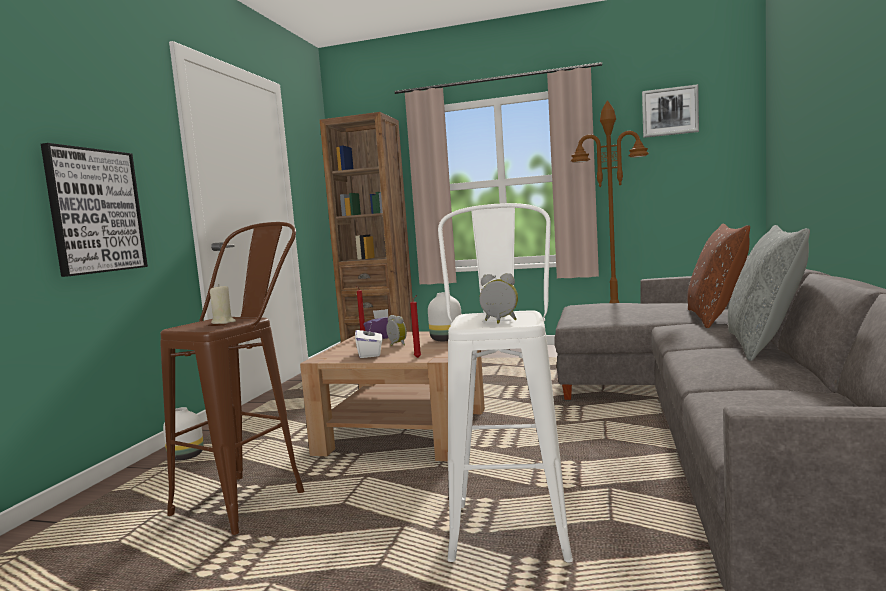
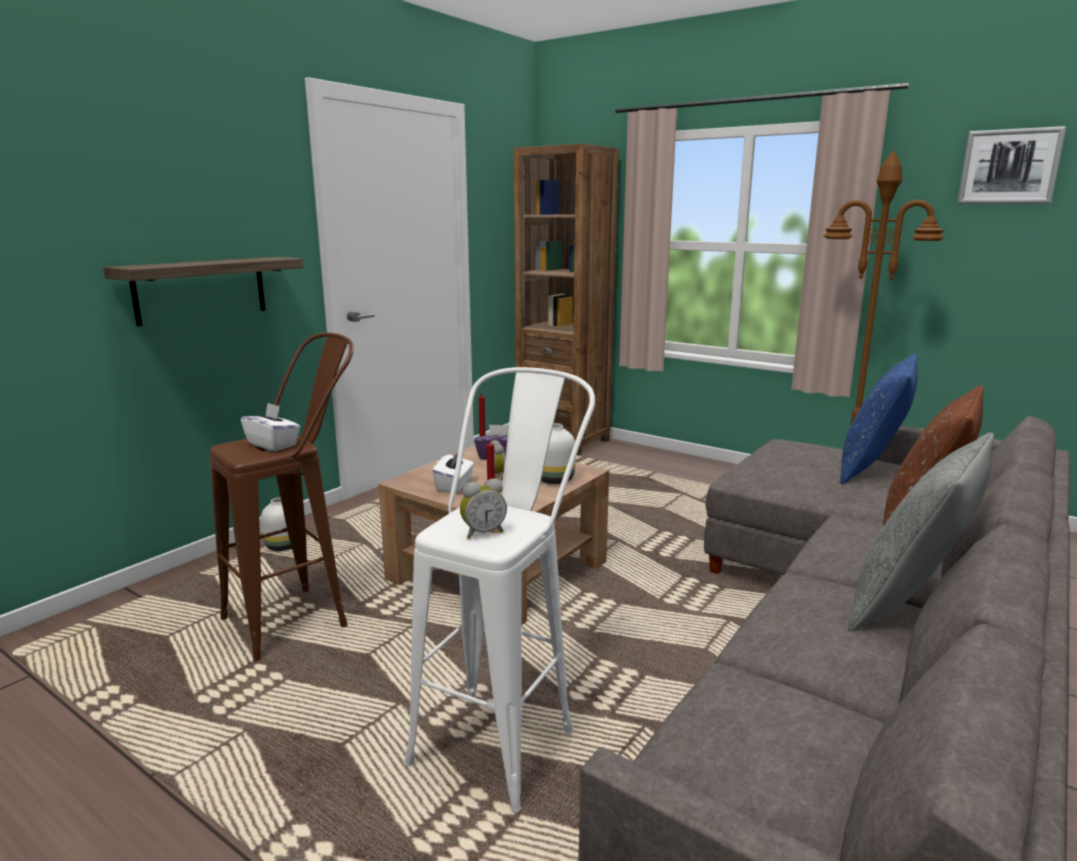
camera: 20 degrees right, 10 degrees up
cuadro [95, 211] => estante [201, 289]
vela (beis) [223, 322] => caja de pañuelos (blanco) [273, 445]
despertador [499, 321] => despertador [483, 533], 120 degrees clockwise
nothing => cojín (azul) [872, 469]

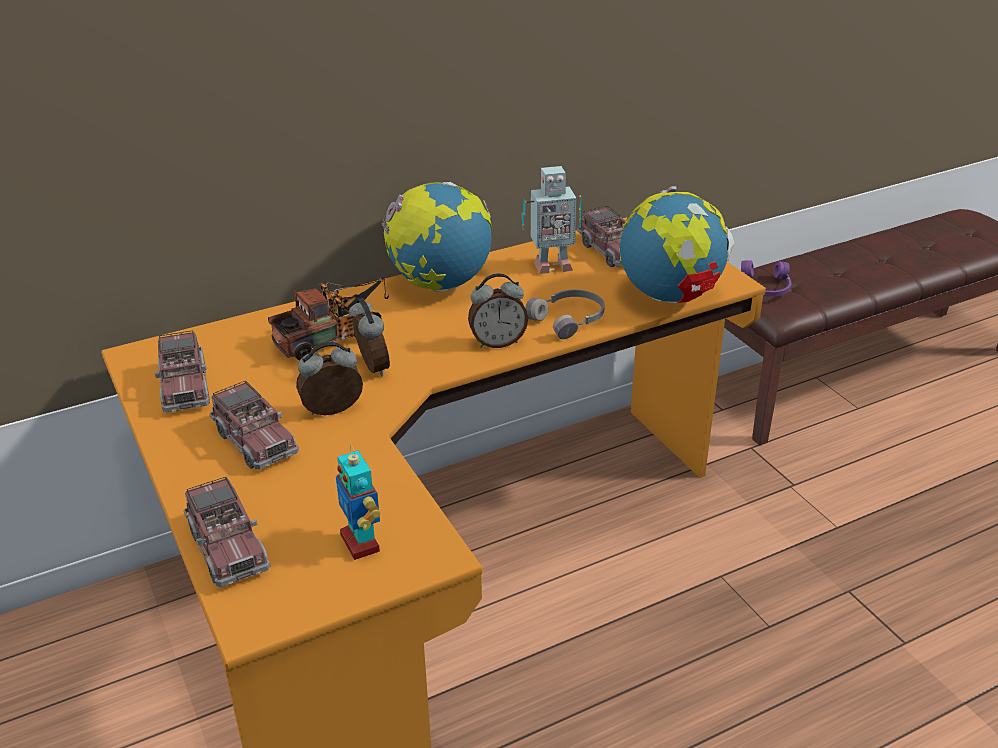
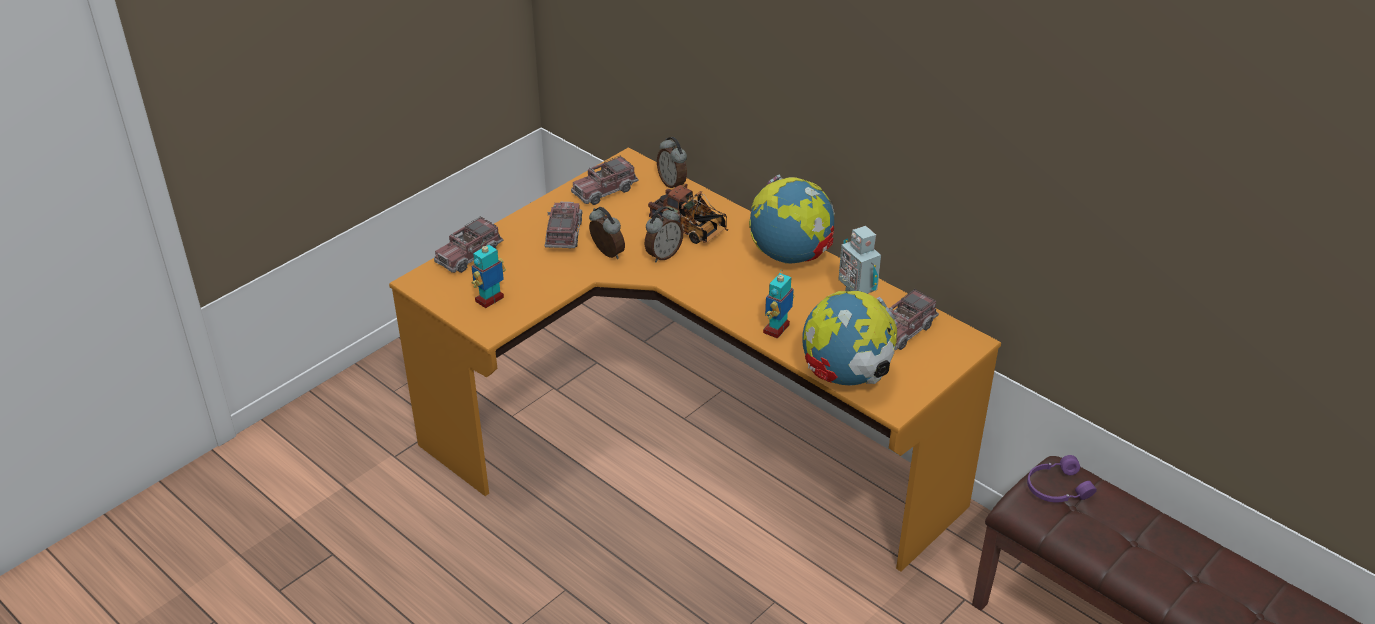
camera: 70 degrees right, 5 degrees up
camión de juguete [255, 441] => camión de juguete [564, 234], 150 degrees clockwise
despertador [497, 342] => despertador [673, 183], relocated
auriculares (gris) [569, 320] => robot de juguete [777, 329]

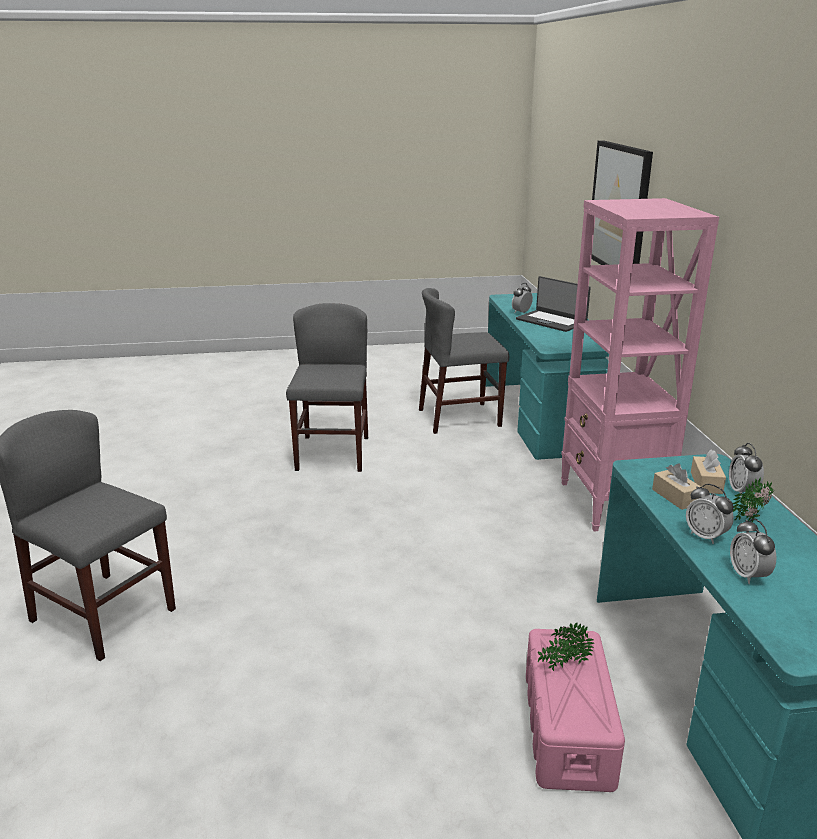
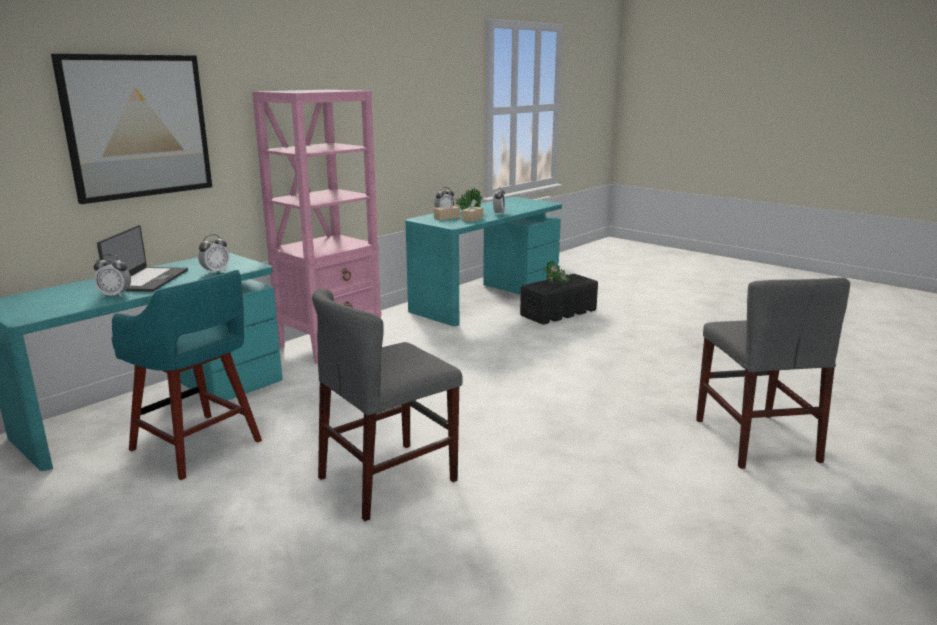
camera: 130 degrees left, 5 degrees down
silla (gris) [459, 418] => taburete (turquesa) [198, 446]
despertador [748, 575] => despertador [215, 272], relocated
caja de almacenaje (rosa) [567, 729] => caja de almacenaje (negro) [559, 312]

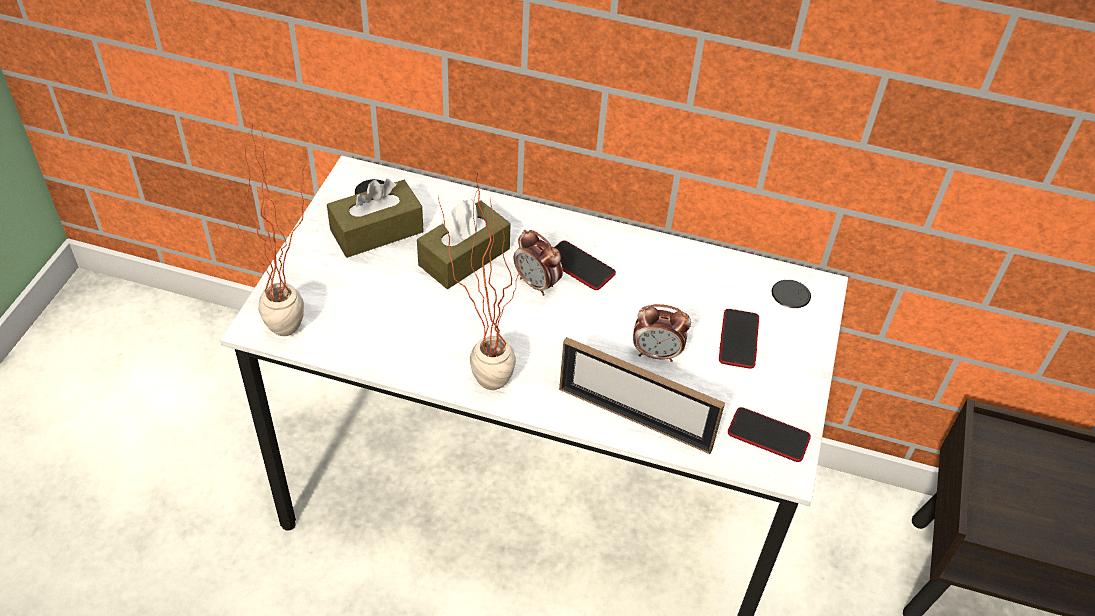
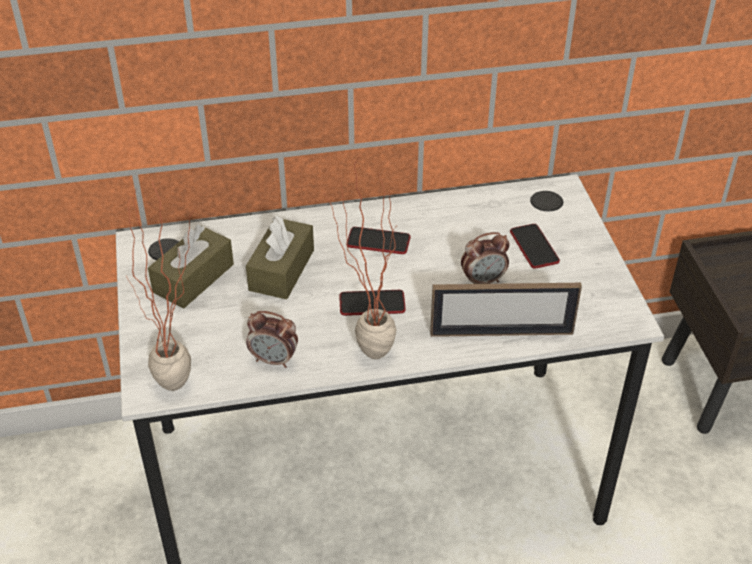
camera: 25 degrees left, 5 degrees down
despertador [537, 284] => despertador [274, 360], relocated
móvil [768, 435] => móvil [372, 304], relocated

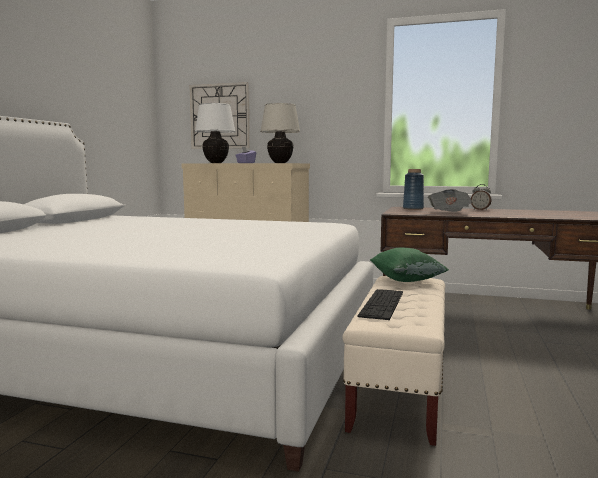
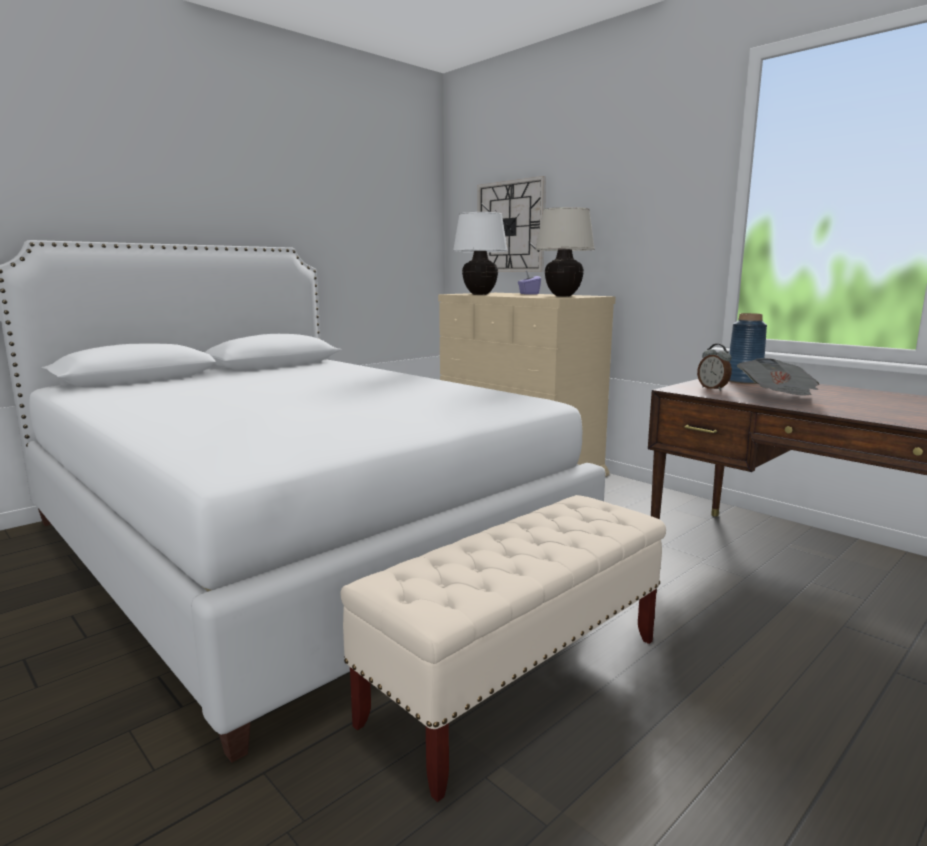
camera: 30 degrees right, 5 degrees up
despertador [480, 209] => despertador [713, 388], relocated
teclado [382, 304] => nothing
cojín (verde) [406, 280] => nothing

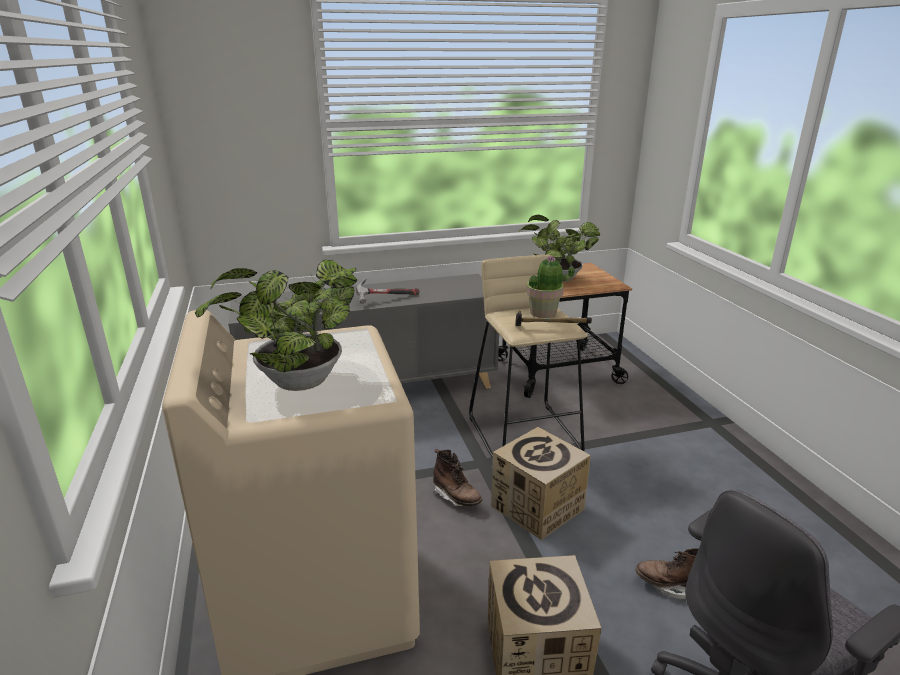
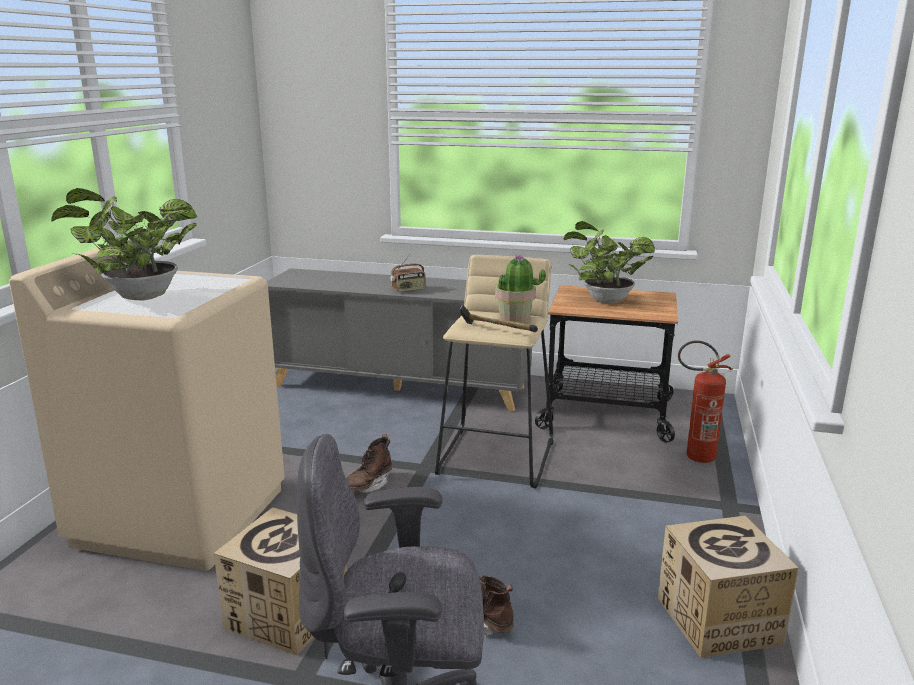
camera: 30 degrees right, 5 degrees down
bota (marrón) [456, 497] => bota (marrón) [368, 485], 45 degrees clockwise
martillo [386, 299] => radio [408, 290]
caja de cartón [537, 507] => caja de cartón [718, 620], relocated
nothing => extintor [693, 457]

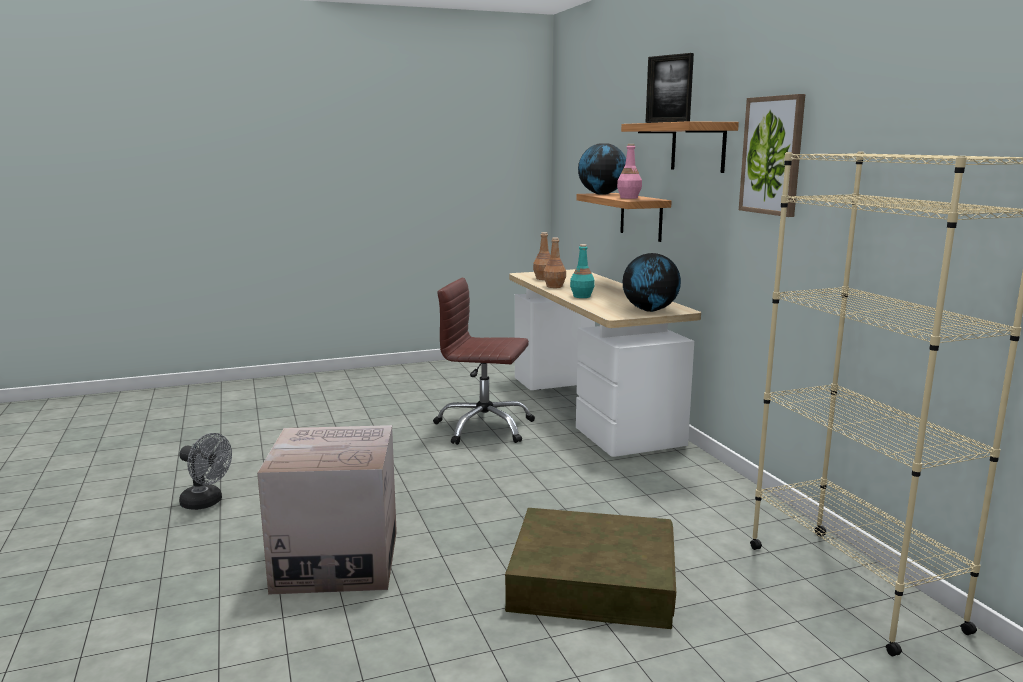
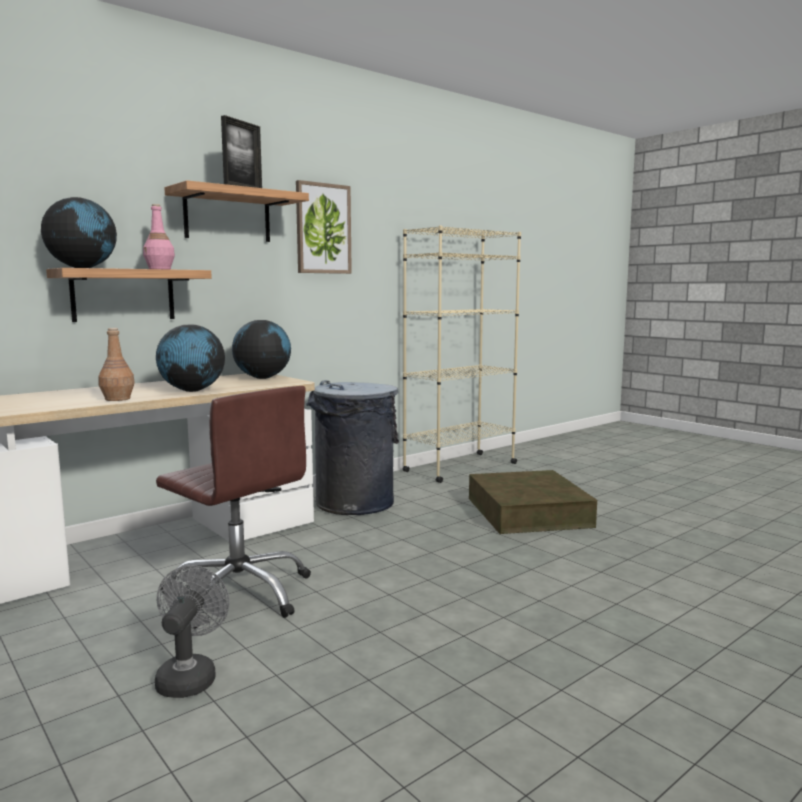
camera: 110 degrees left, 5 degrees down
ventilador (gris) [206, 503] => ventilador (gris) [189, 676], relocated
botella (turquesa) [581, 296] => globo terráqueo [192, 390]
silla de oficina (marrón) [484, 427] => silla de oficina (marrón) [240, 593], 45 degrees counterclockwise
nothing => papelera (gris) [355, 504]
caja de cartón [337, 560] => nothing
botella (marrón) [543, 278] => nothing

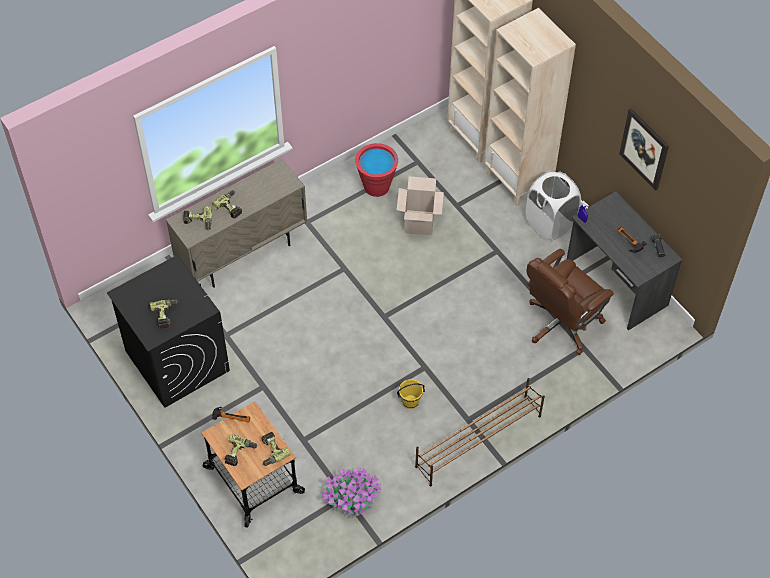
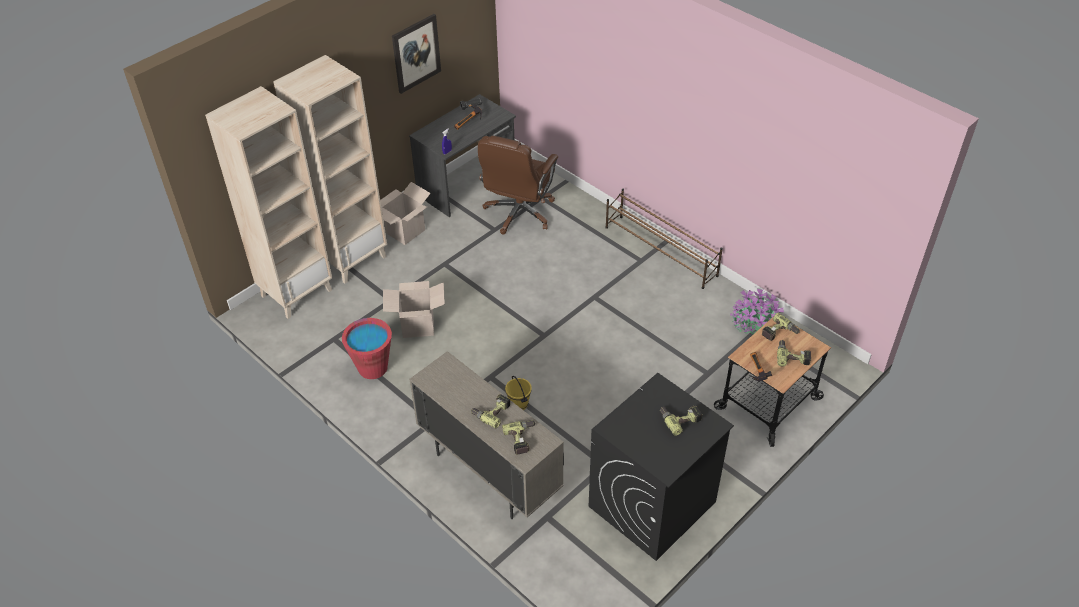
camera: 100 degrees left, 10 degrees down
cesto de la ropa (blanco) [550, 224] => caja de cartón [405, 231]
silla de oficina (marrón) [561, 323] => silla de oficina (marrón) [519, 213], 75 degrees clockwise
cubo (amarillo) [410, 402] => cubo (amarillo) [519, 404], relocated

